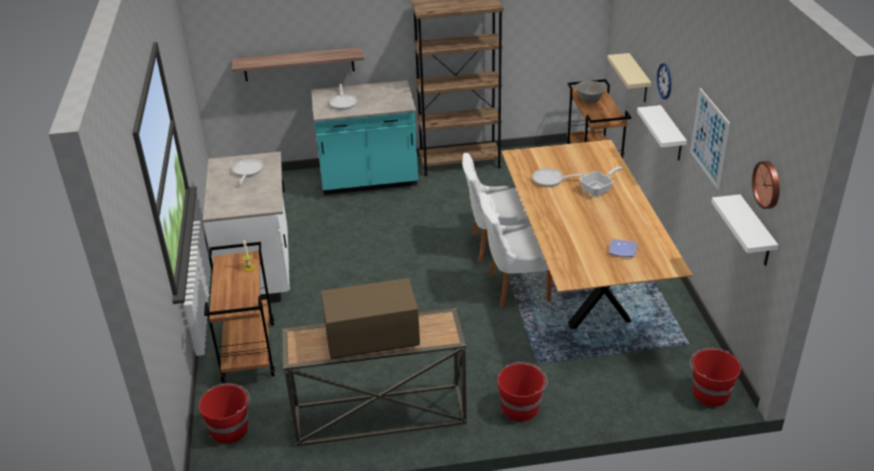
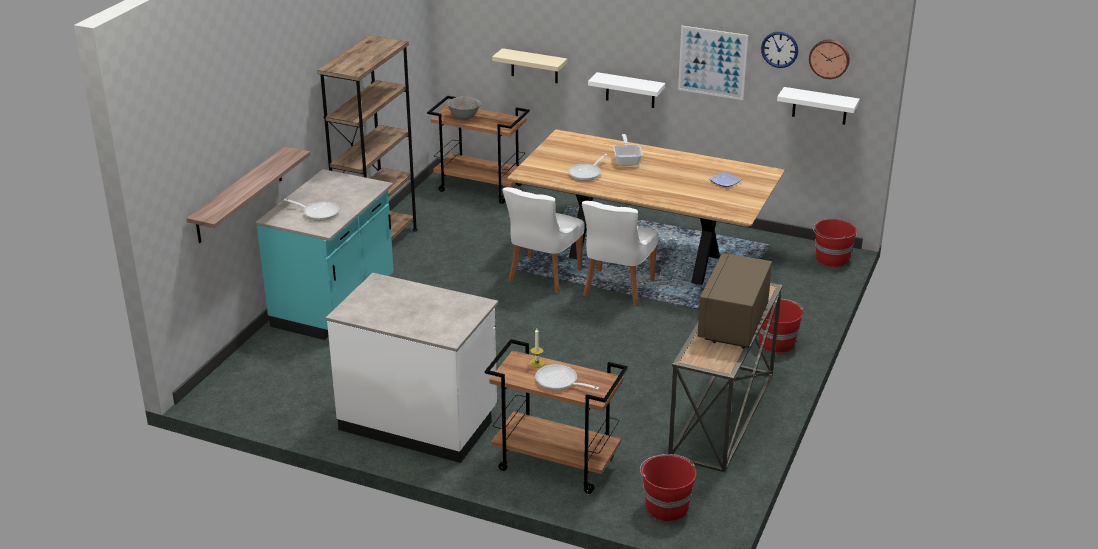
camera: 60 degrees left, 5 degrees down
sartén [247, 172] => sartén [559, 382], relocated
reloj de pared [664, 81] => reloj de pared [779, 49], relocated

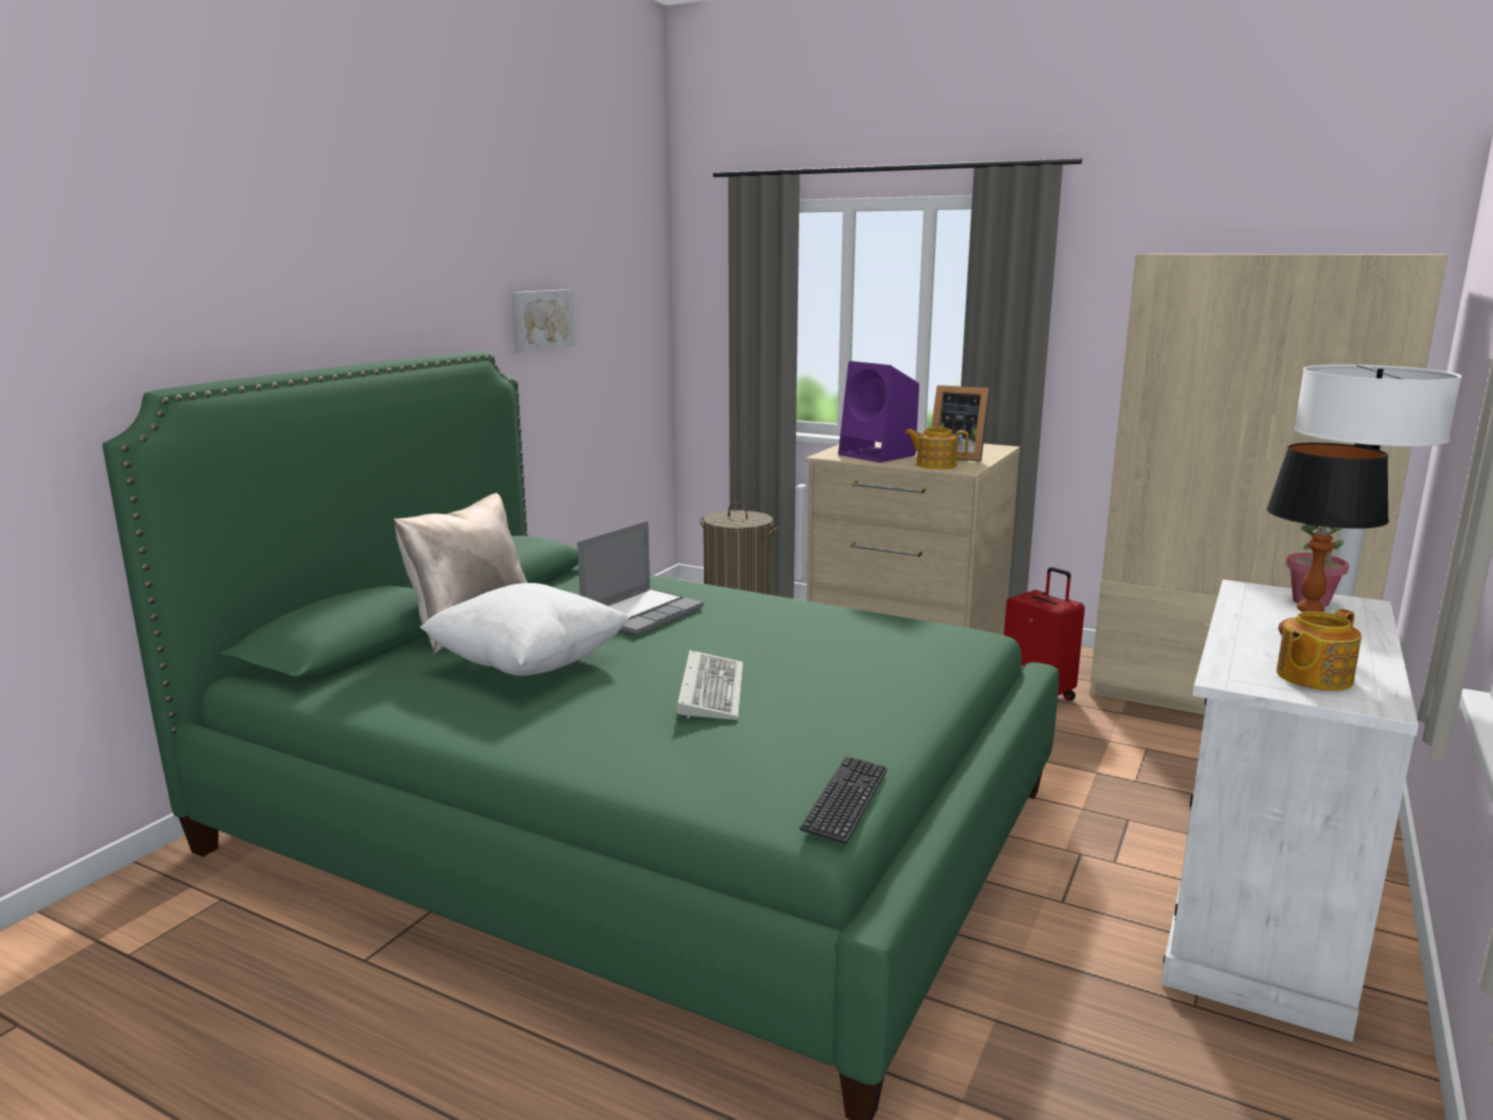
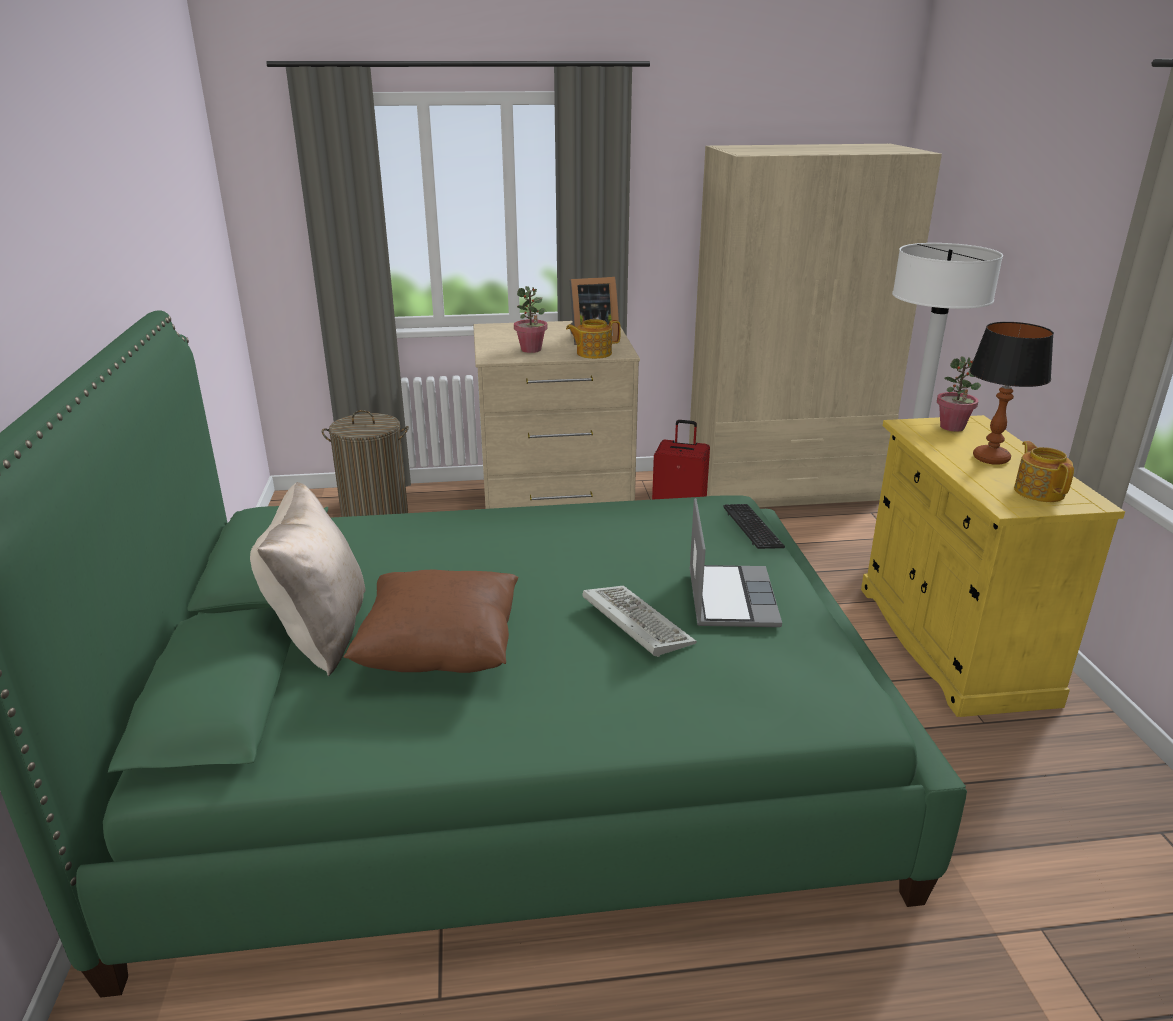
camera: 35 degrees left, 10 degrees up
cojín (blanco) [528, 665] => cojín (marrón) [440, 653]
altavoz (morado) [879, 455] => planta en maceta [531, 350]
portátil [642, 613] => portátil [730, 598], relocated
teclado [845, 801] => teclado [752, 528], relocated
armario (blanco) [1259, 912] => armario (amarillo) [951, 643]
tetera [1312, 677] => tetera [1039, 491], 150 degrees clockwise
cuadro [541, 320] => nothing

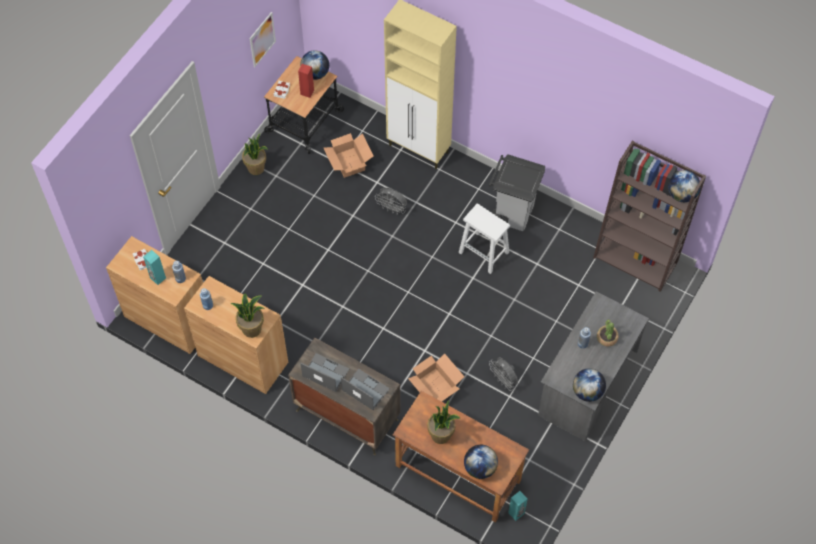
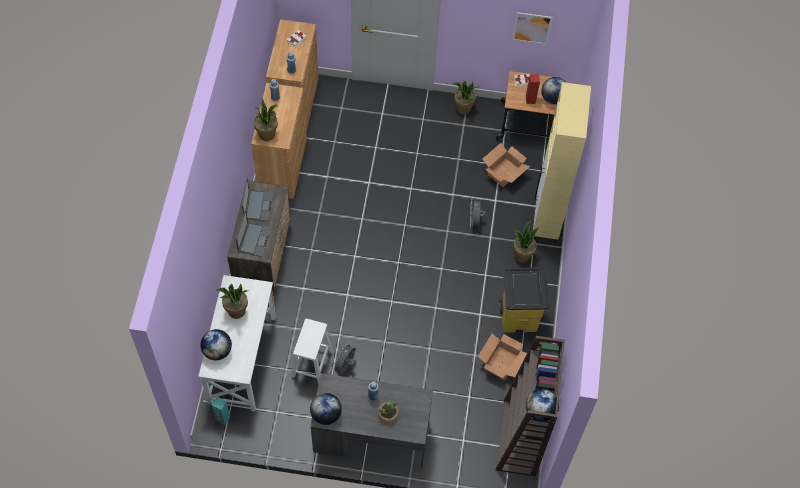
camera: 65 degrees right, 0 degrees up
escritorio (marrón) [457, 473] => escritorio (blanco) [242, 359]
taburete (blanco) [484, 252] => taburete (blanco) [312, 364], relocated
caja de cartón [435, 387] => caja de cartón [501, 363], relocated
papelera (gris) [513, 212] => papelera (amarillo) [519, 317]
nothing => planta en maceta [522, 255]
altavoz (turquesa) [157, 278] => nothing

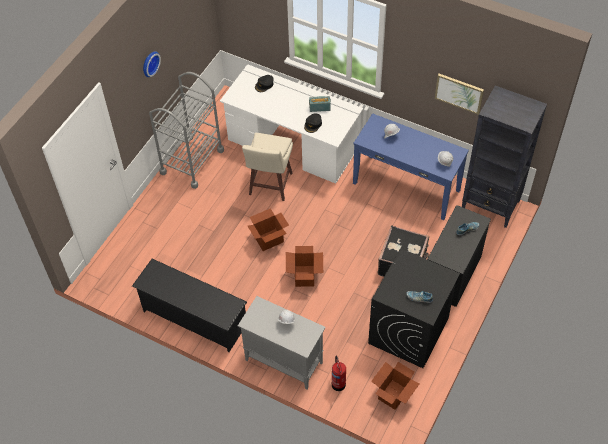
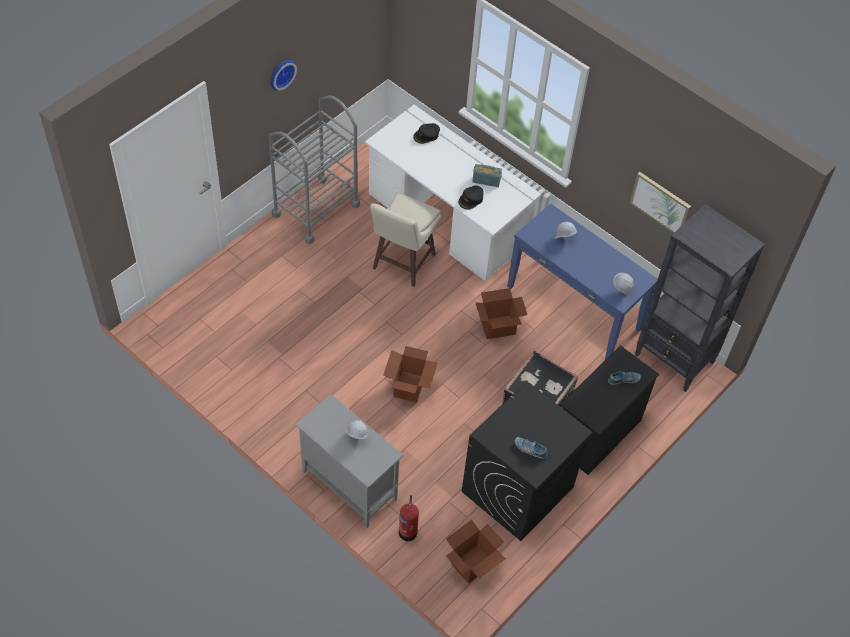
camera: 10 degrees right, 0 degrees up
caja de cartón [269, 239] => caja de cartón [498, 327], relocated
zapatero (negro) [194, 318] => nothing

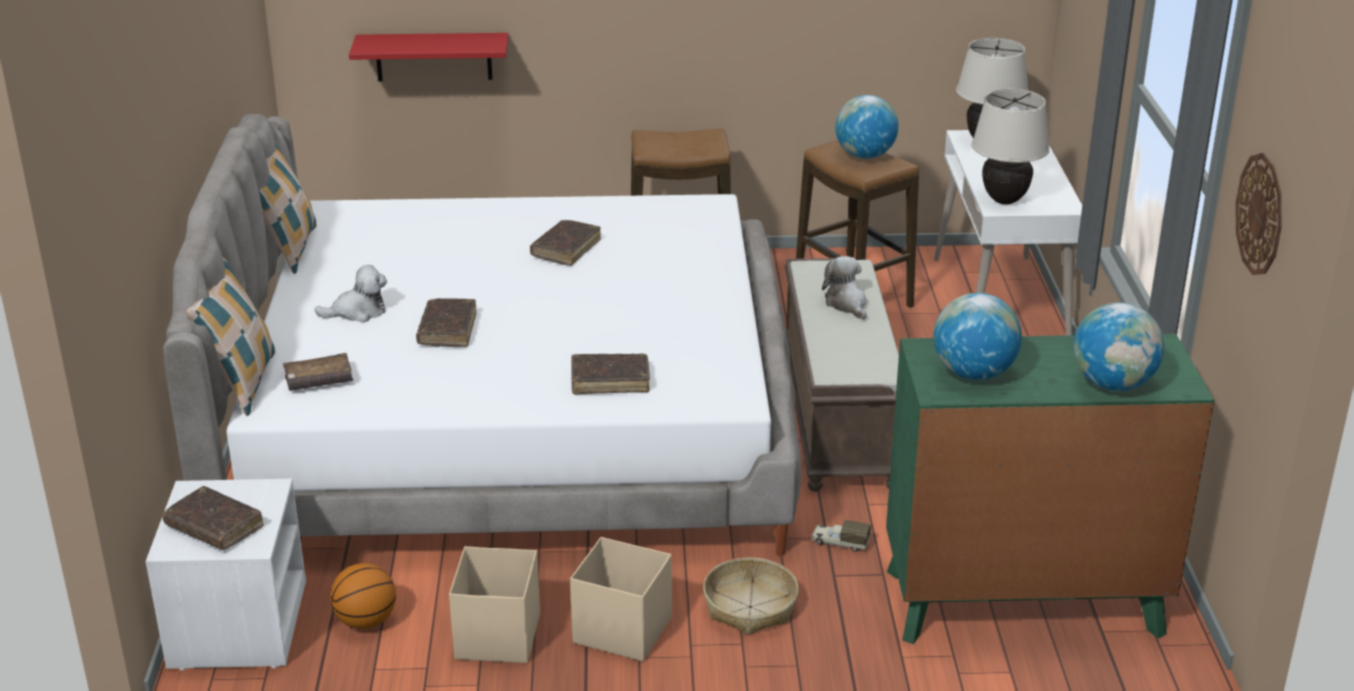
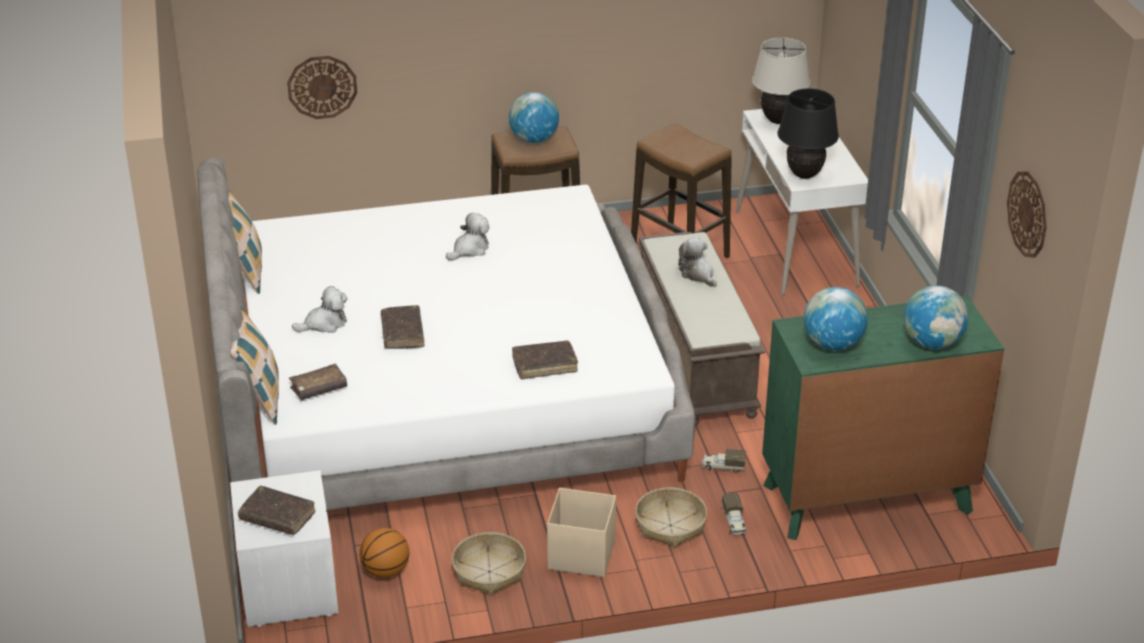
camera: 10 degrees left, 5 degrees up
estante (rojo) [433, 56] => reloj de pared [322, 86]
libro (marrón) [566, 249] => peluche [470, 249]
caja de almacenaje (beis) [497, 637] => cesta [489, 572]
globo terráqueo [864, 156] => globo terráqueo [534, 140], relocated
nothing => camión de juguete [734, 522]
lámpara de mesa (beis) [1004, 200] => lámpara de mesa (negro) [804, 175]

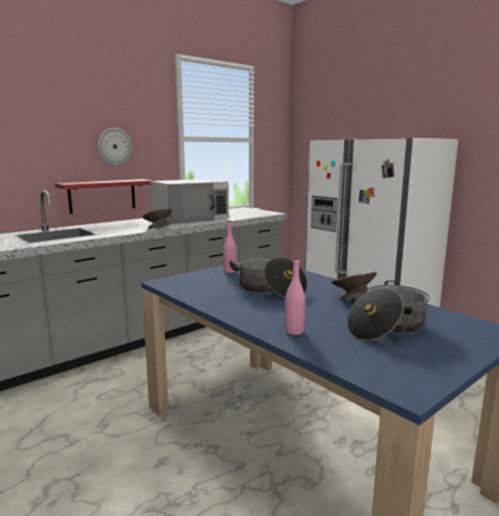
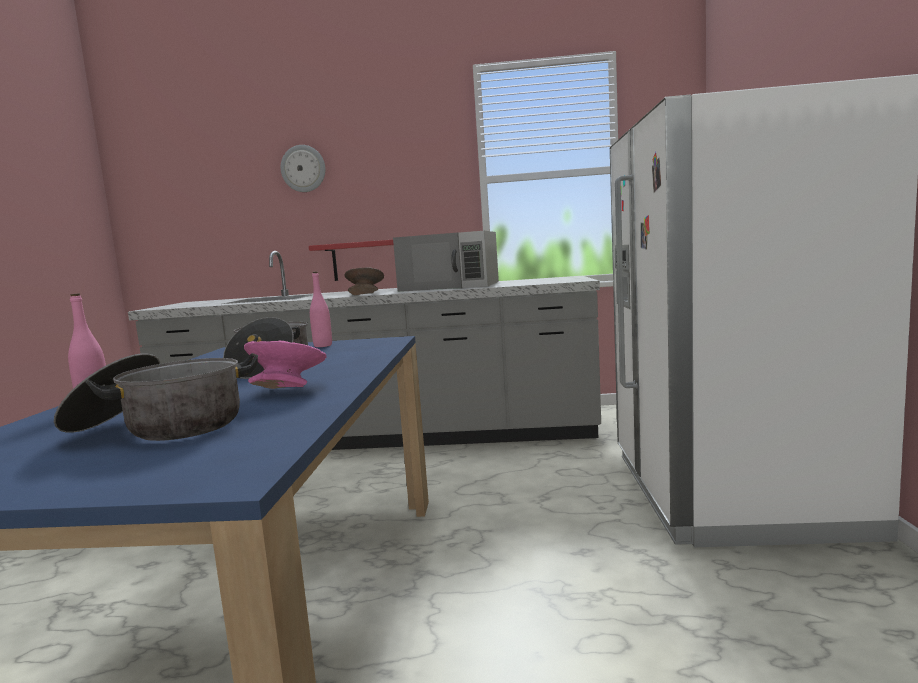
camera: 45 degrees right, 5 degrees down
cuenco (gris) [352, 299] => cuenco (rosa) [289, 390]
reloj de pared [114, 146] => reloj de pared [303, 168], relocated

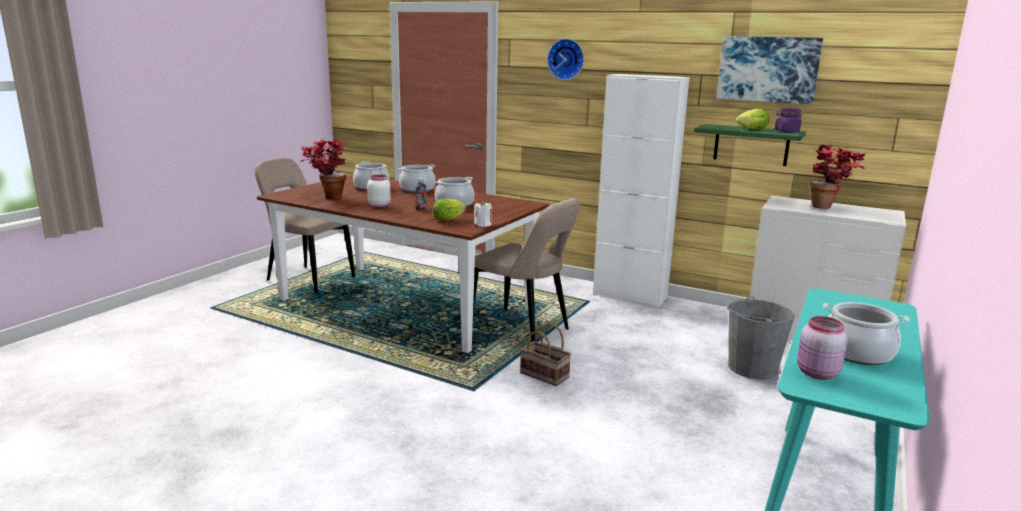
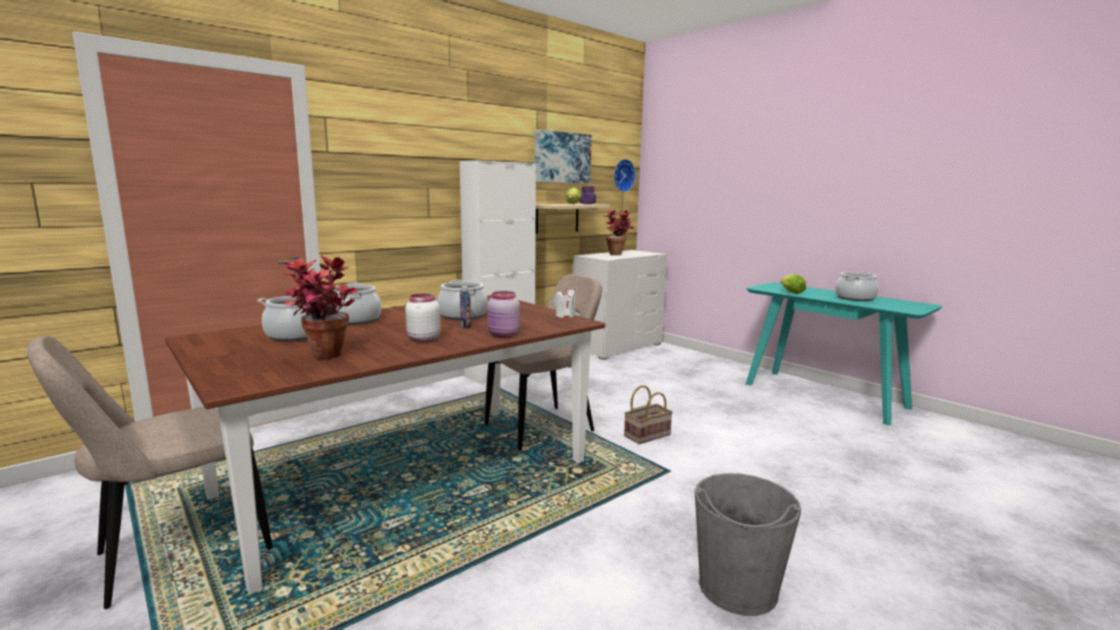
camera: 70 degrees left, 5 degrees down
tarro (rosa) [816, 373] => tarro (rosa) [503, 335], relocated
estante (verde) [751, 145] => estante (beis) [557, 218]
reloj de pared [566, 59] => reloj de pared [622, 175], relocated
cubo (gris) [752, 368] => cubo (gris) [737, 588], relocated
lechuga [450, 219] => lechuga [790, 292], relocated

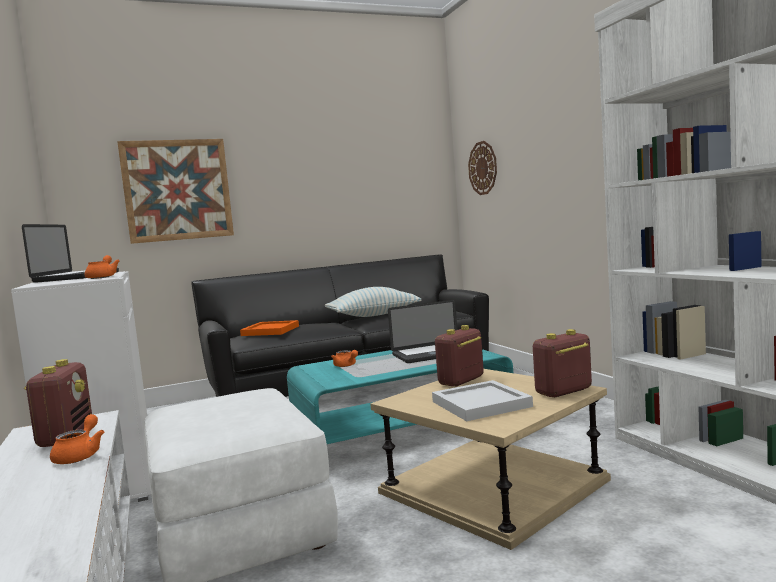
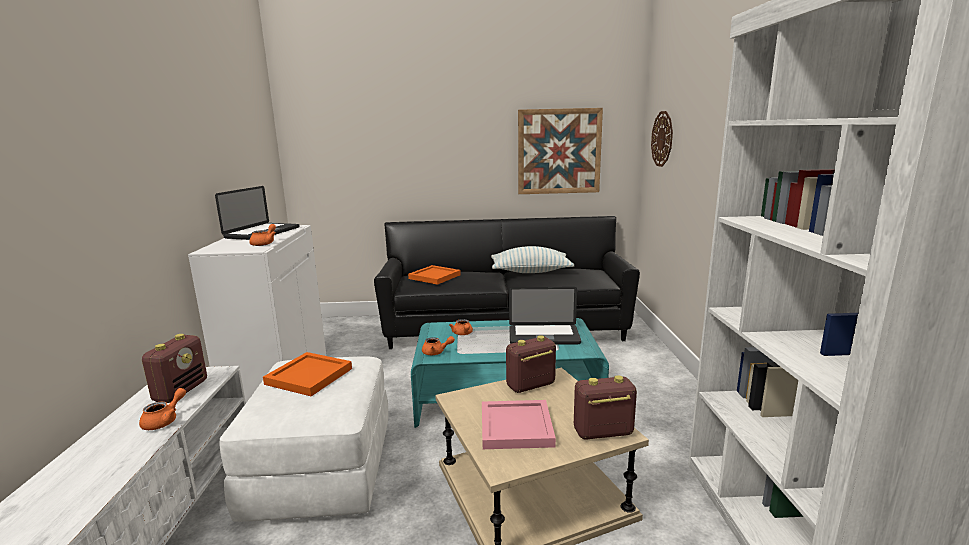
camera: 20 degrees right, 10 degrees up
nothing => bandeja (naranja) [307, 376]
nothing => tetera (naranja) [436, 352]
bandeja (blanco) [482, 404] => bandeja (rosa) [517, 428]
cuadro [177, 190] => cuadro [559, 151], relocated

